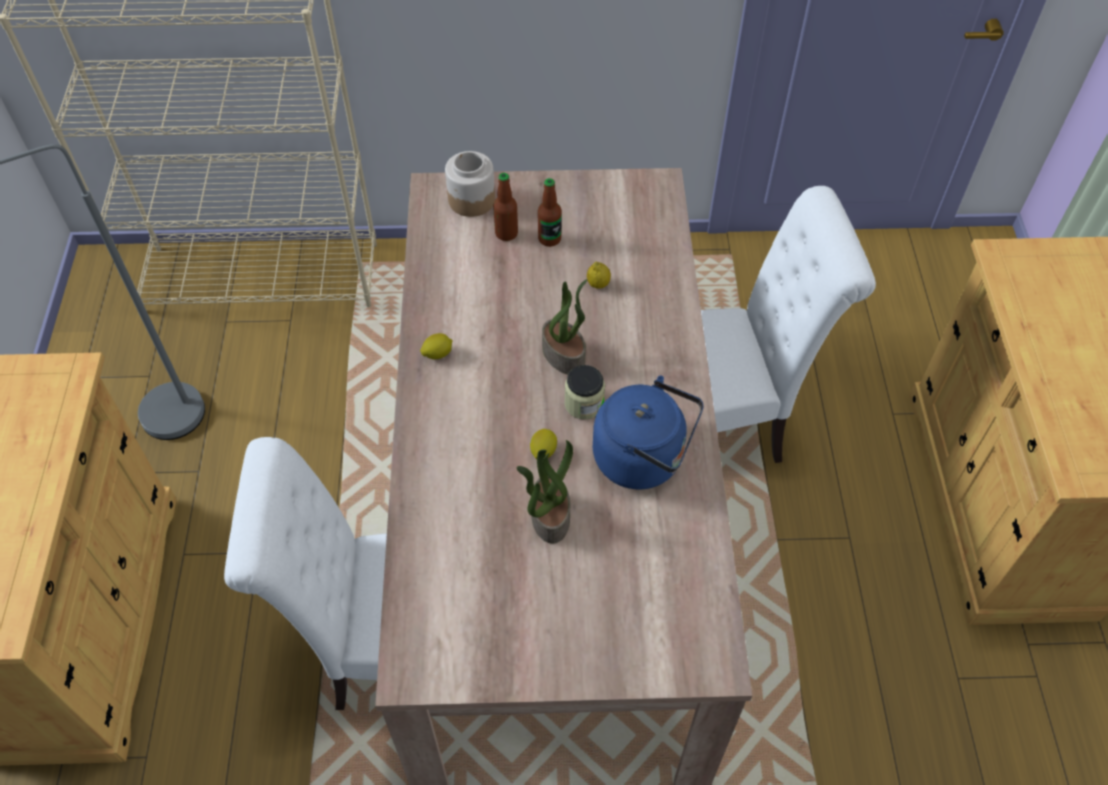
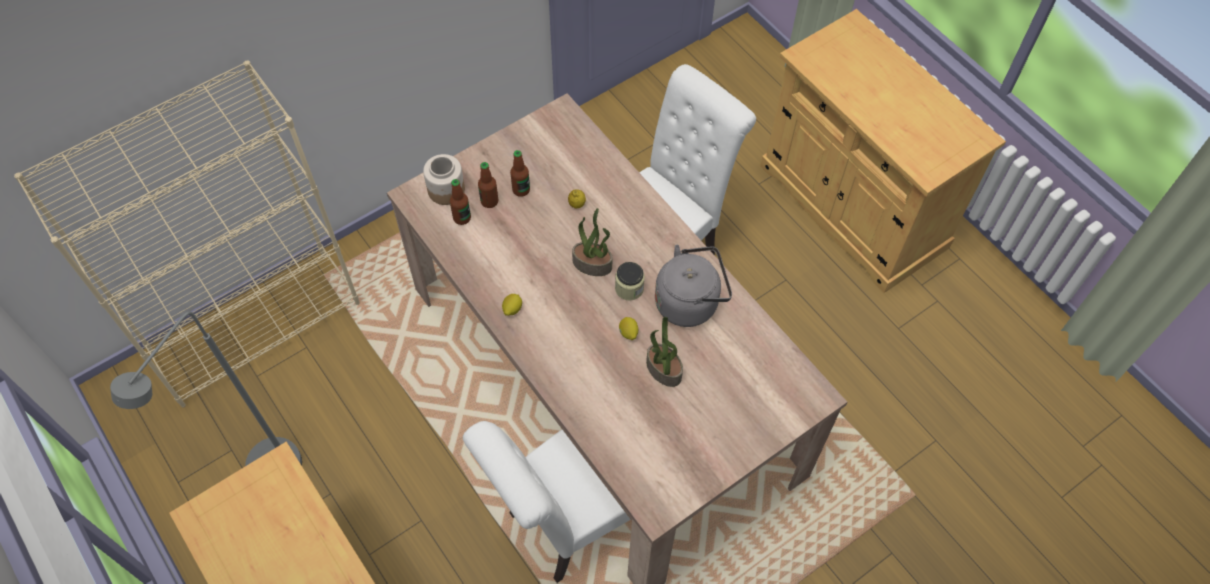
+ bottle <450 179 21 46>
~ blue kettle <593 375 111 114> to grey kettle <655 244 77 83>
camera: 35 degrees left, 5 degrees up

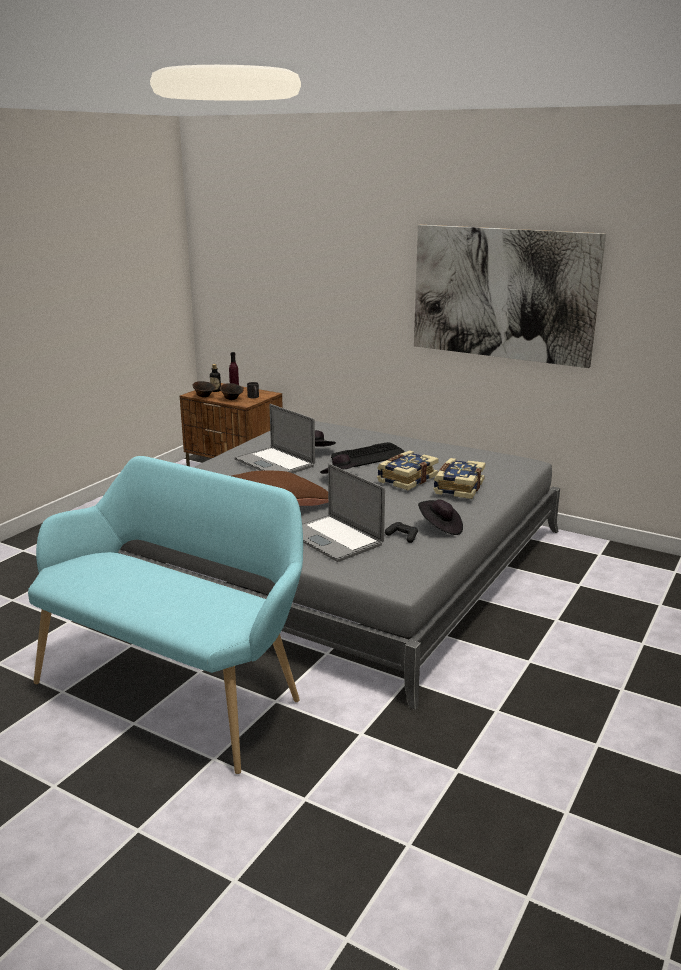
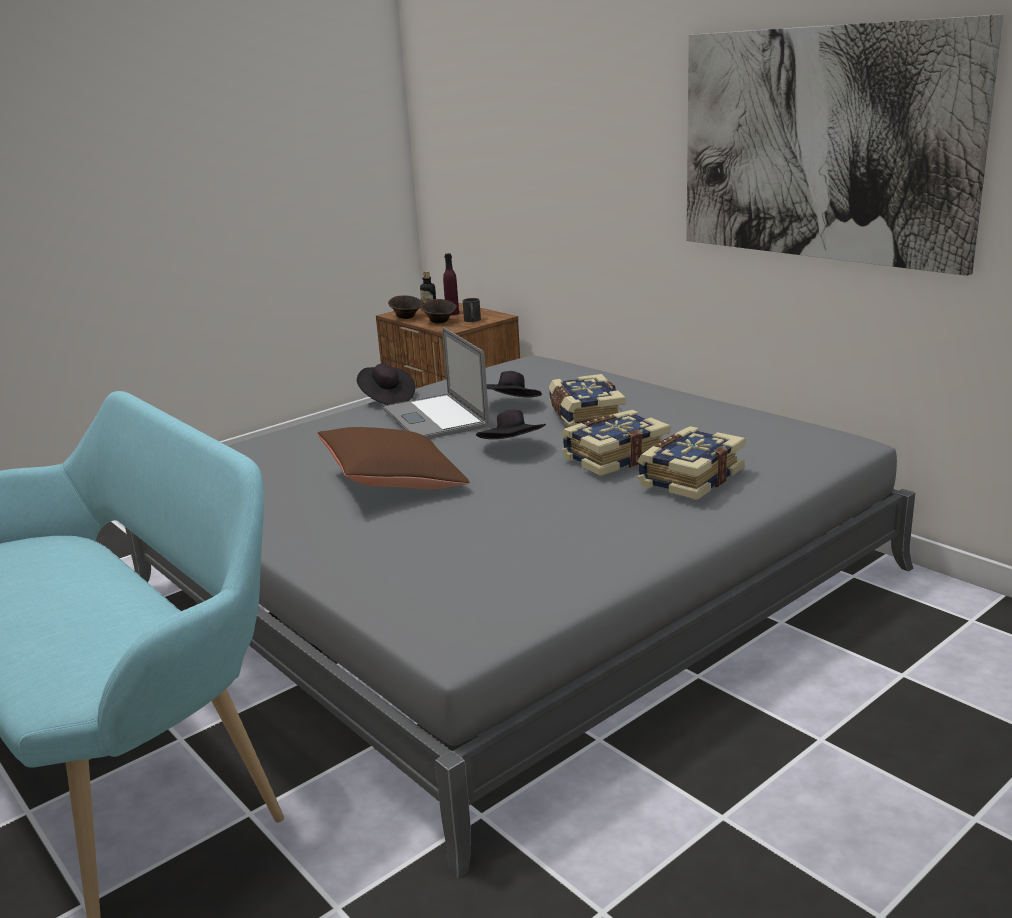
- laptop <302 464 83 98>
- black game controller <385 522 33 21>
~ black hat <418 499 45 36> to <357 363 58 42>
~ keyboard <331 442 74 25> to book <549 374 77 53>
camera: 20 degrees right, 0 degrees up

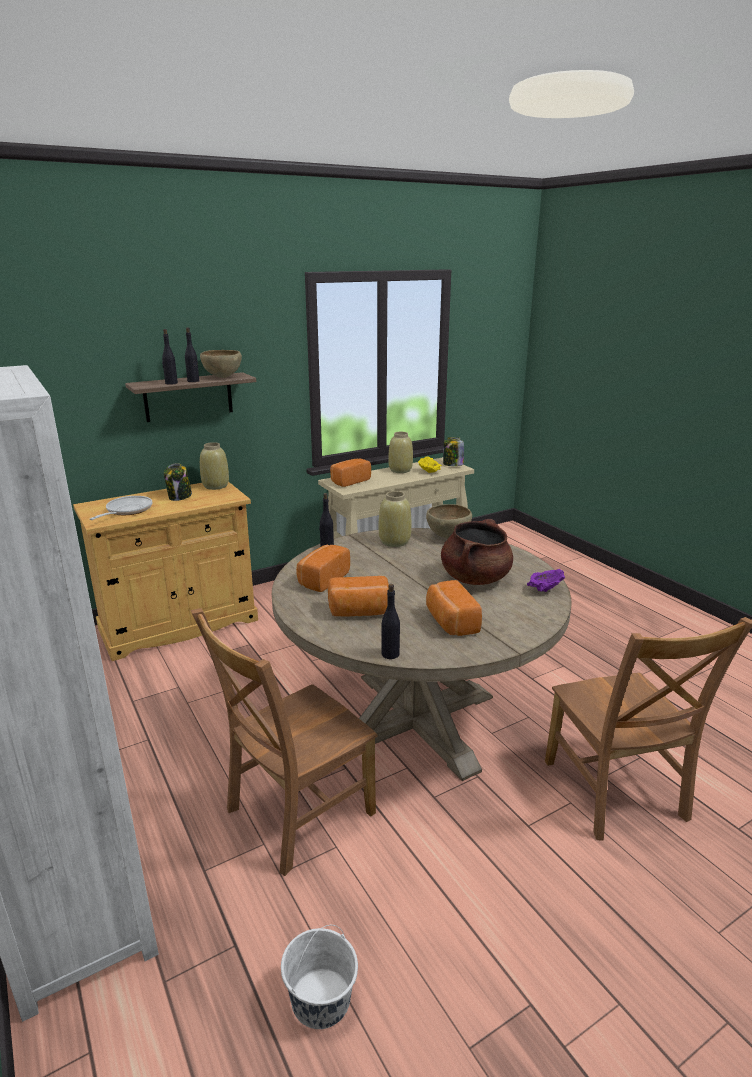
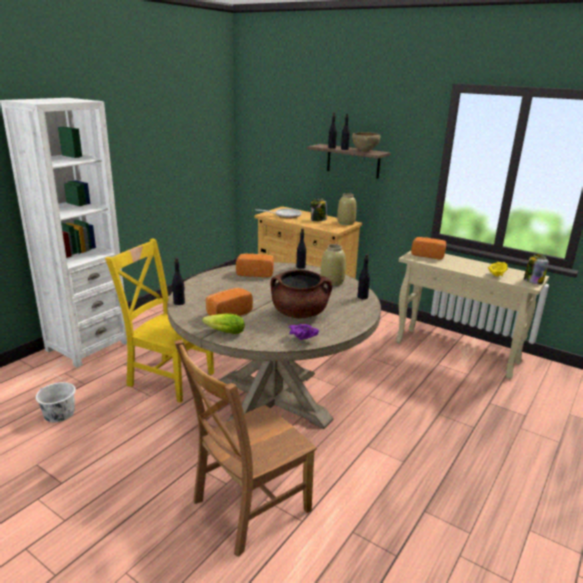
- bread <328 576 61 41>
- beige vase <388 432 25 41>
+ lettuce <202 314 43 20>
~ brown bowl <426 504 46 34> to black bottle <357 254 13 45>
~ brown chair <191 608 187 268> to yellow chair <105 238 109 165>
camera: 65 degrees right, 0 degrees up

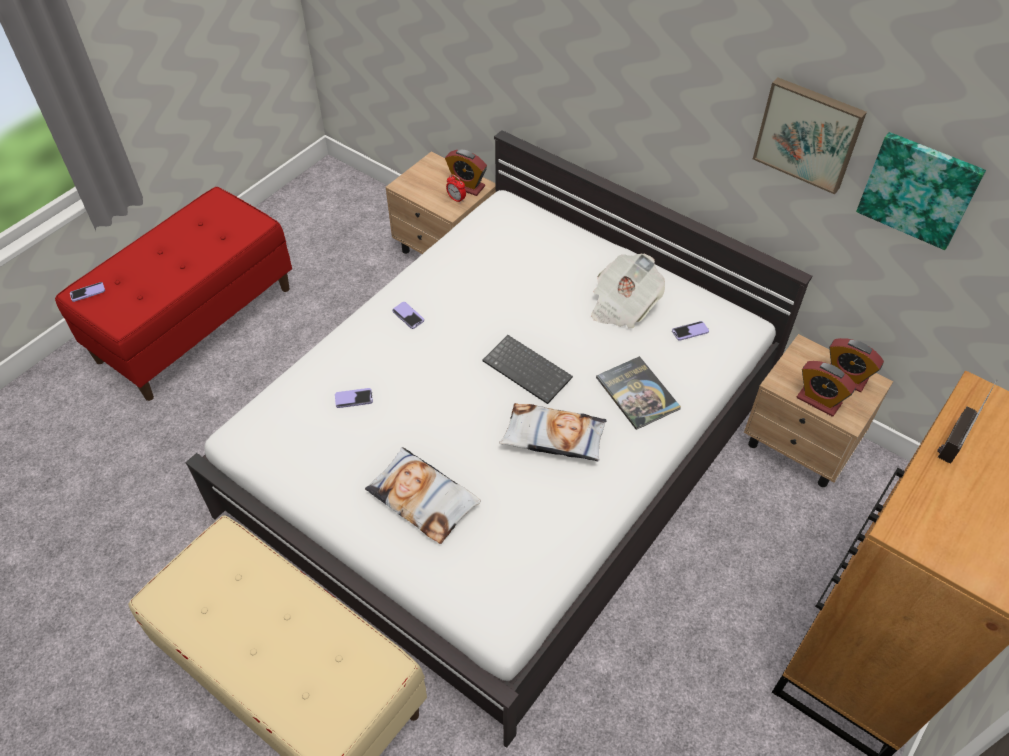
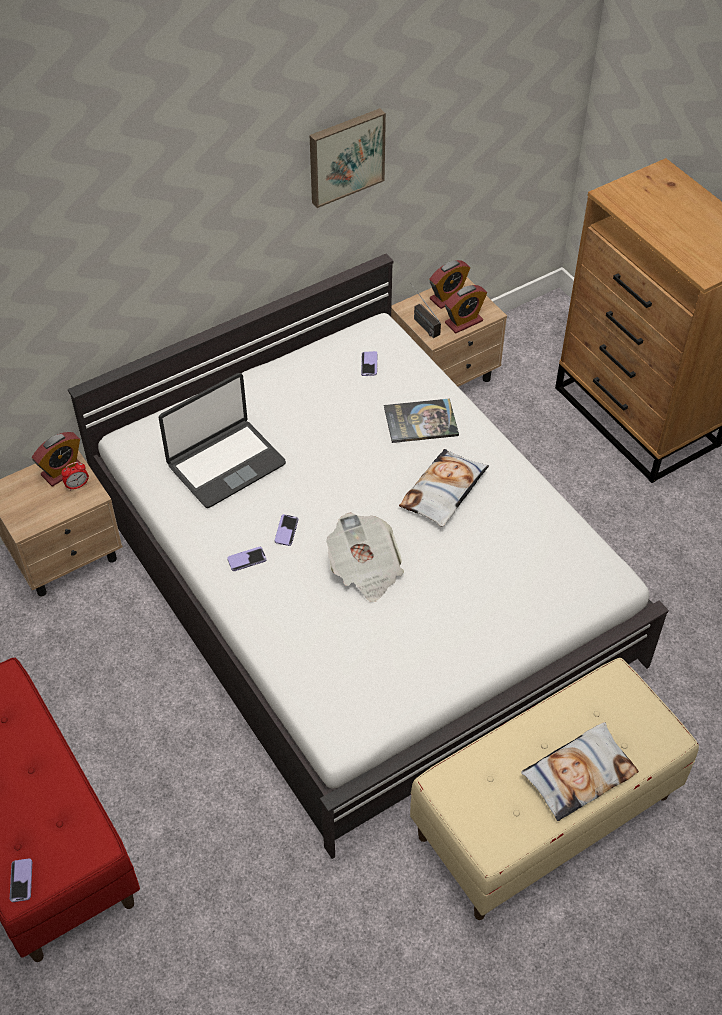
- keyboard <483 335 90 69>
- picture <856 132 130 118>
+ laptop <159 373 127 135>
~ phone <335 388 38 20> to <275 514 23 32>
~ pillow <365 447 116 97> to <521 722 118 99>
~ newspaper <591 254 74 74> to <326 512 78 90>
~ radio <937 379 60 84> to <410 283 31 55>
camera: 70 degrees left, 0 degrees up

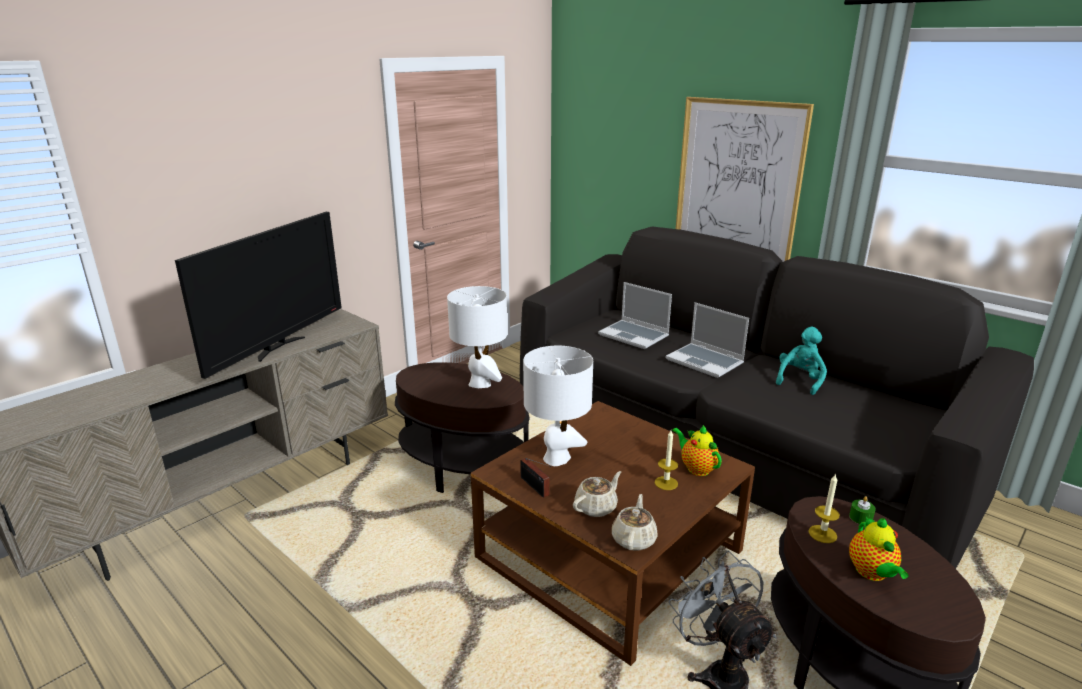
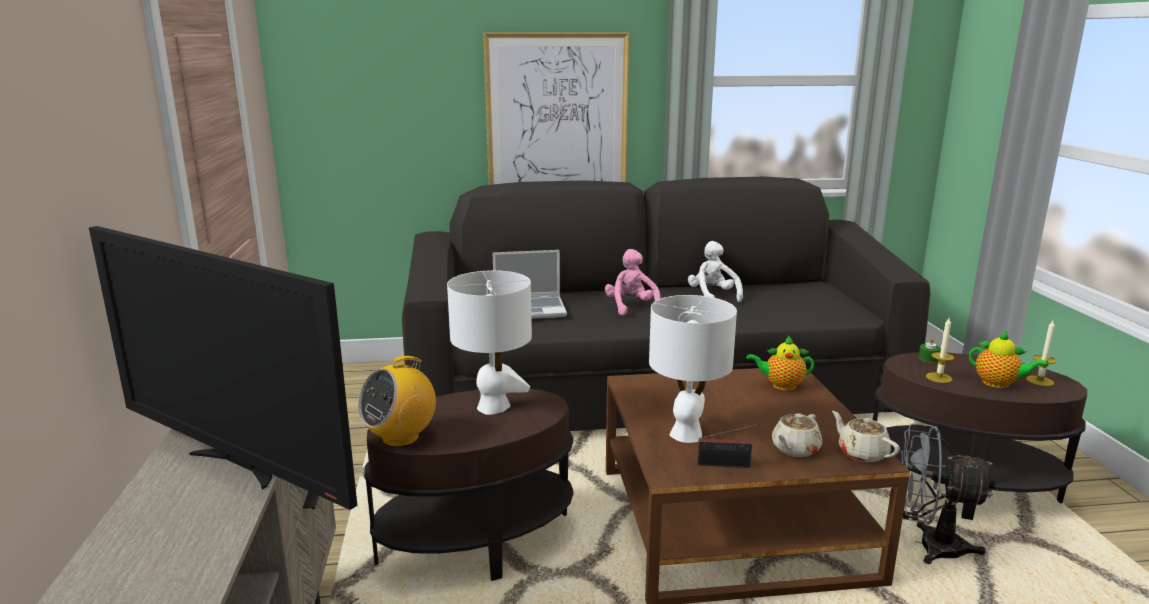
+ radio <358 356 78 91>
~ candle <655 430 23 60> to <1026 320 31 66>
~ laptop <666 302 83 76> to pink plush toy <605 249 56 67>
~ turquoise plush toy <776 327 51 68> to white plush toy <688 241 55 61>
~ television <175 212 167 167> = <89 226 268 284> 150 degrees clockwise
~ beige teapot <573 471 48 46> = <772 413 50 44> 135 degrees counterclockwise
camera: 50 degrees left, 5 degrees down

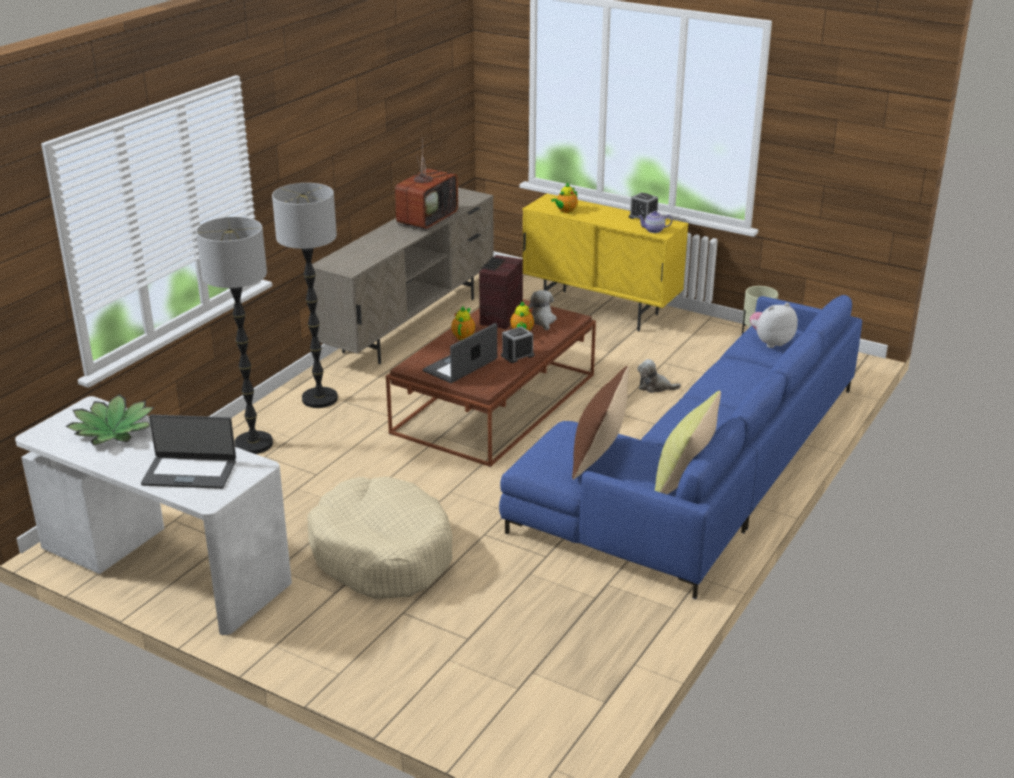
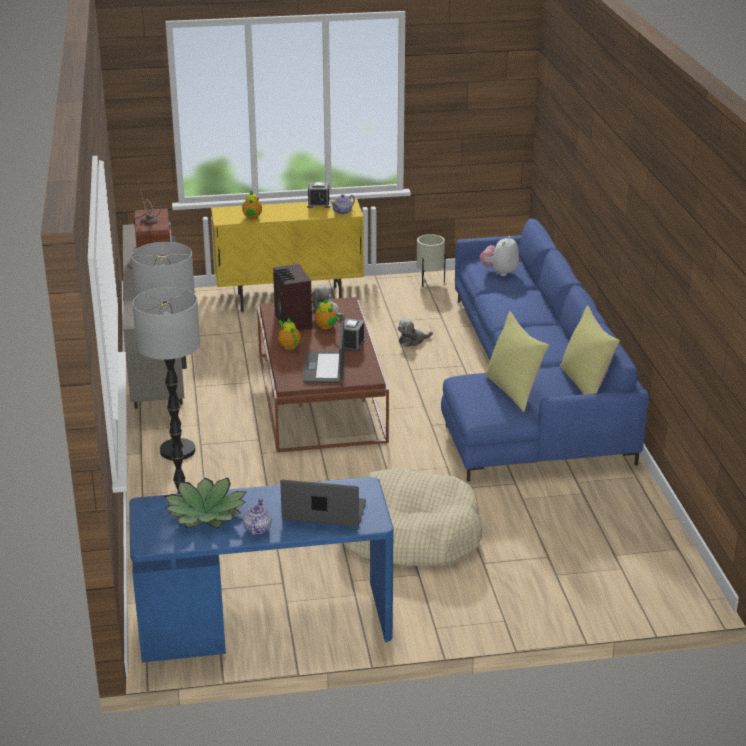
+ teapot <243 498 29 37>
~ white desk <15 396 277 239> to blue desk <129 477 265 185>
~ brown pillow <572 366 57 114> to yellow pillow <485 311 64 101>
~ laptop <141 415 95 74> = <280 480 86 47> 135 degrees counterclockwise
camera: 40 degrees left, 0 degrees up

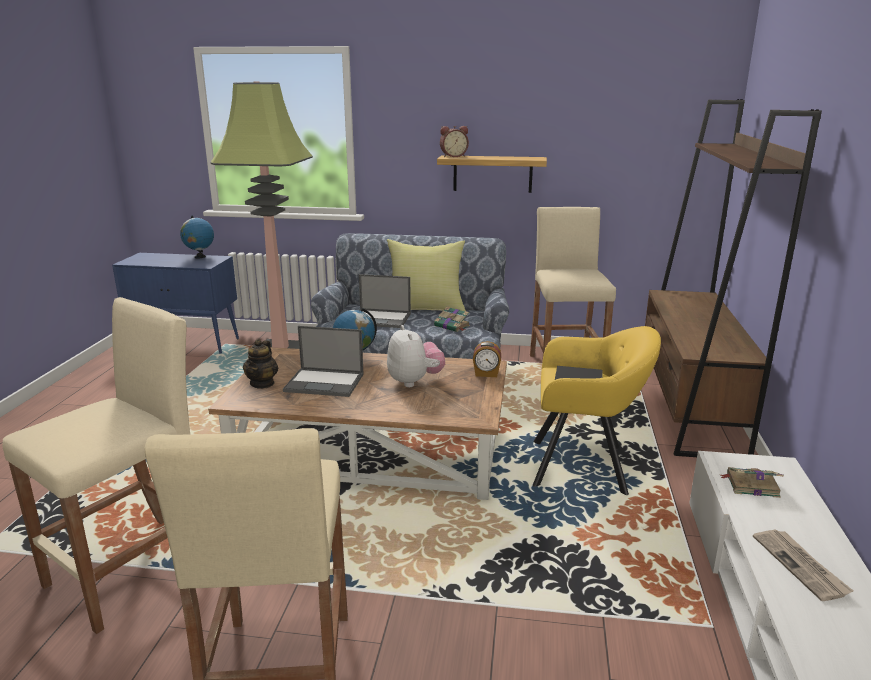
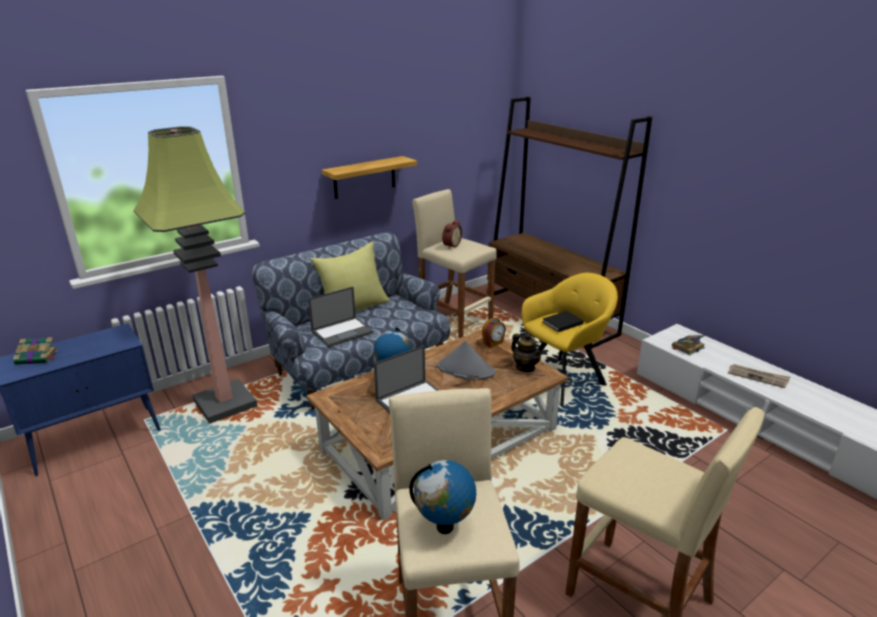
~ globe <180 216 34 43> to <409 460 67 74>
~ teapot <243 339 35 50> to <511 333 32 39>
~ book <434 307 36 25> to <13 337 45 28>
~ alarm clock <440 126 29 31> to <442 220 20 29>
~ plush toy <387 325 58 62> to grey hat <438 341 57 39>
camera: 45 degrees left, 5 degrees up

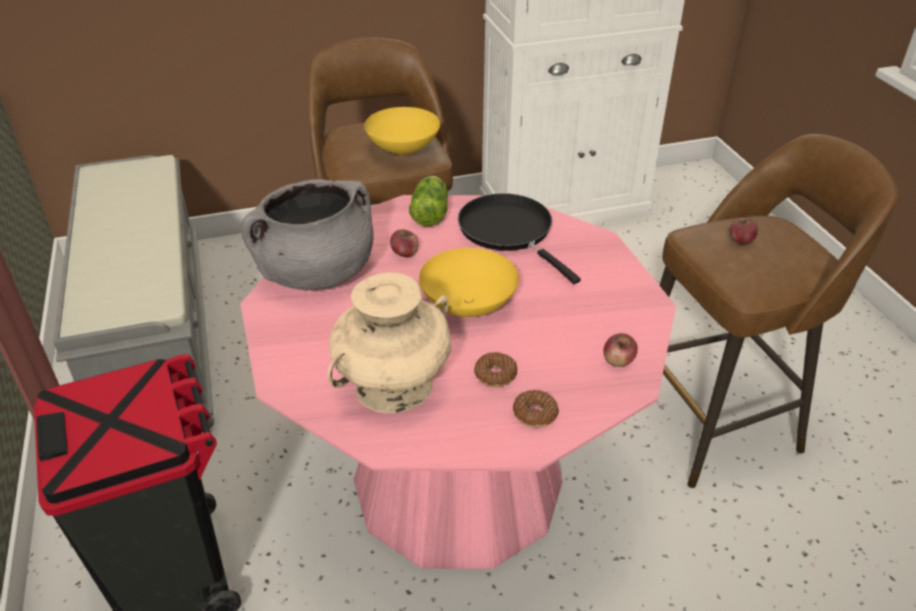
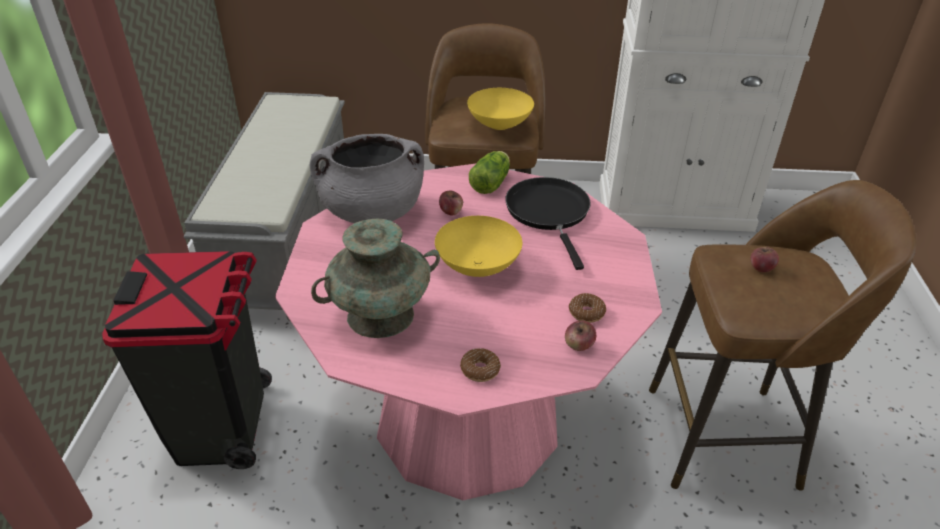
~ donut <474 352 43 35> to <569 293 37 30>
~ beige vase <327 272 124 141> to turquoise vase <311 219 129 119>
camera: 20 degrees right, 0 degrees up

